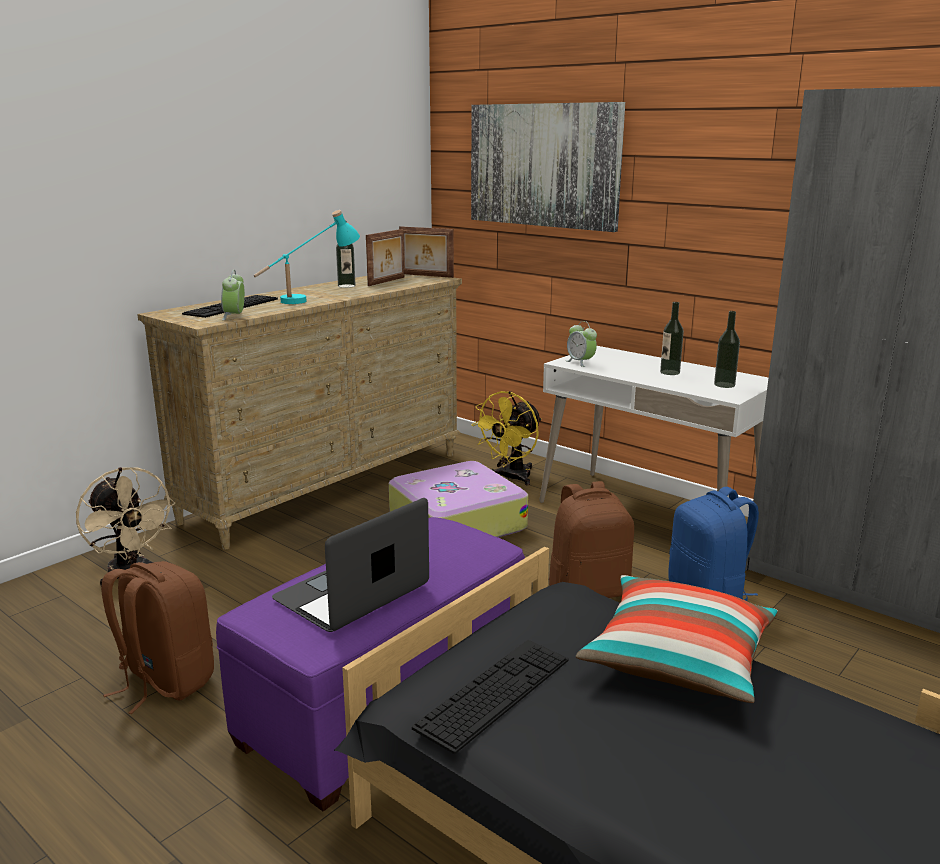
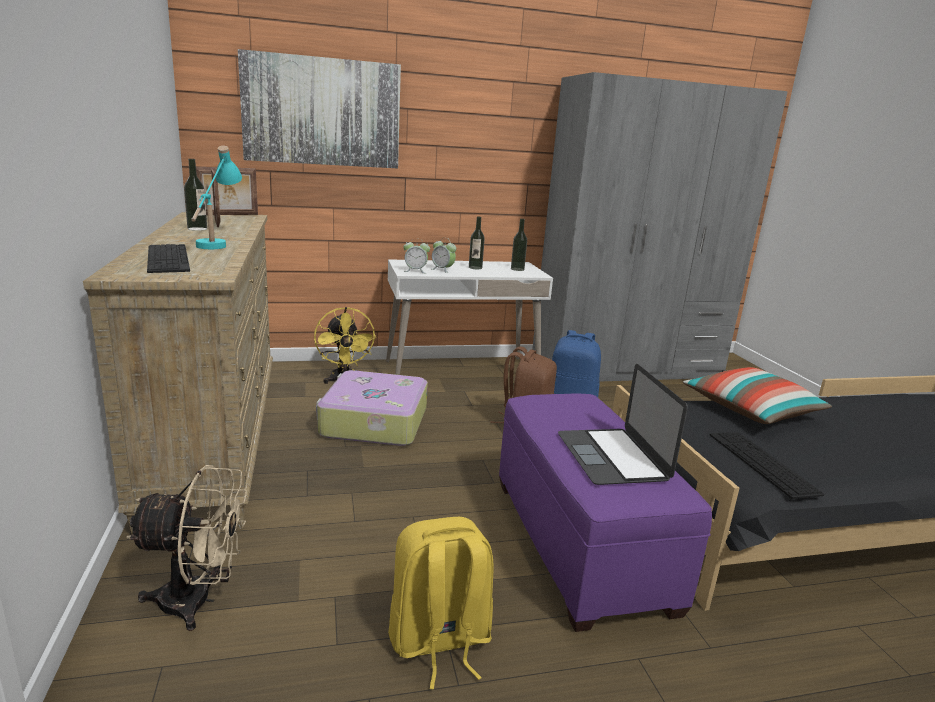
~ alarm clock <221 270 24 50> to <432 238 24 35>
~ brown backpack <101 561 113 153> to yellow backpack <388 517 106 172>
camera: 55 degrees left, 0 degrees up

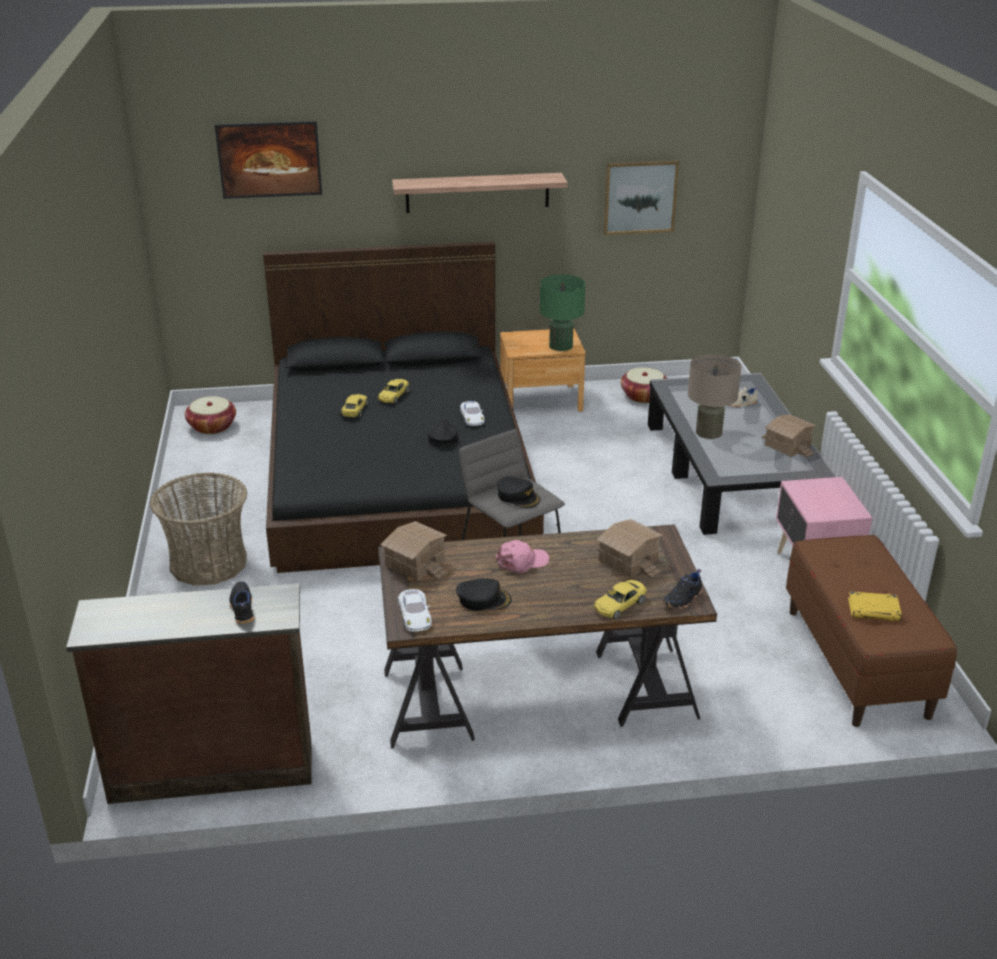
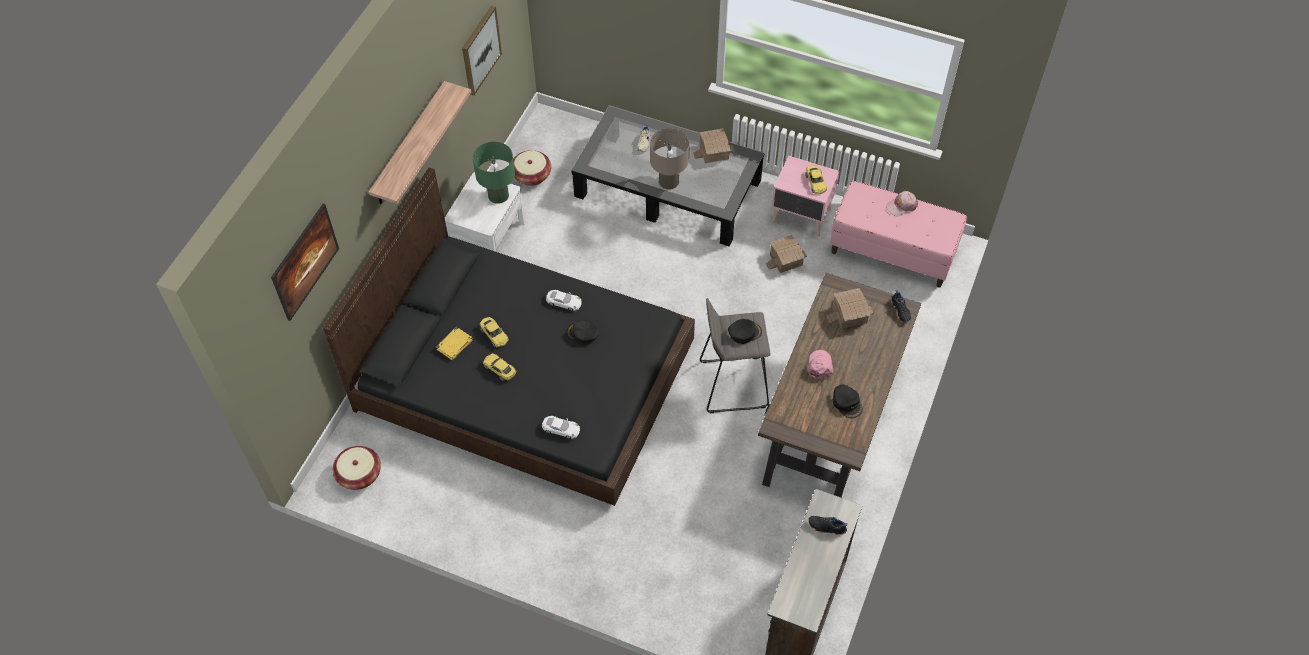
- basket <150 472 97 114>
+ pink cap <886 191 32 25>
~ toy house <380 521 67 60> to <766 235 41 38>
~ white toy car <398 589 34 42> to <542 416 38 23>
~ yellow toy car <594 580 53 39> to <805 165 22 29>
~ yellow book <848 591 54 30> to <436 327 37 33>
~ brown nightstand <500 328 85 84> to white nightstand <445 172 80 80>
~ brown bench <786 535 171 192> to pink bench <830 181 137 107>
~ black cap <456 578 56 33> = <833 385 30 33> 120 degrees clockwise
camera: 60 degrees left, 25 degrees up

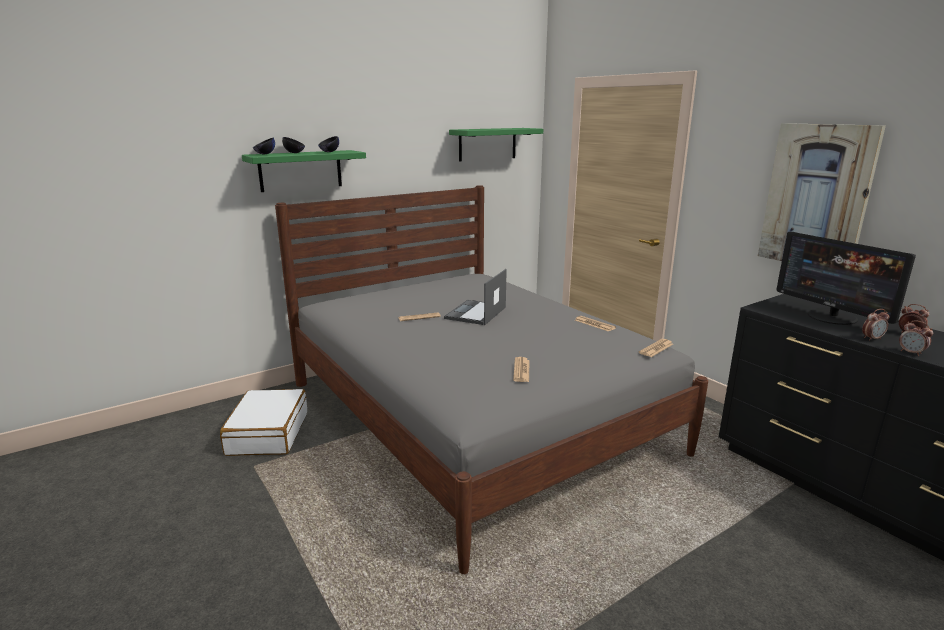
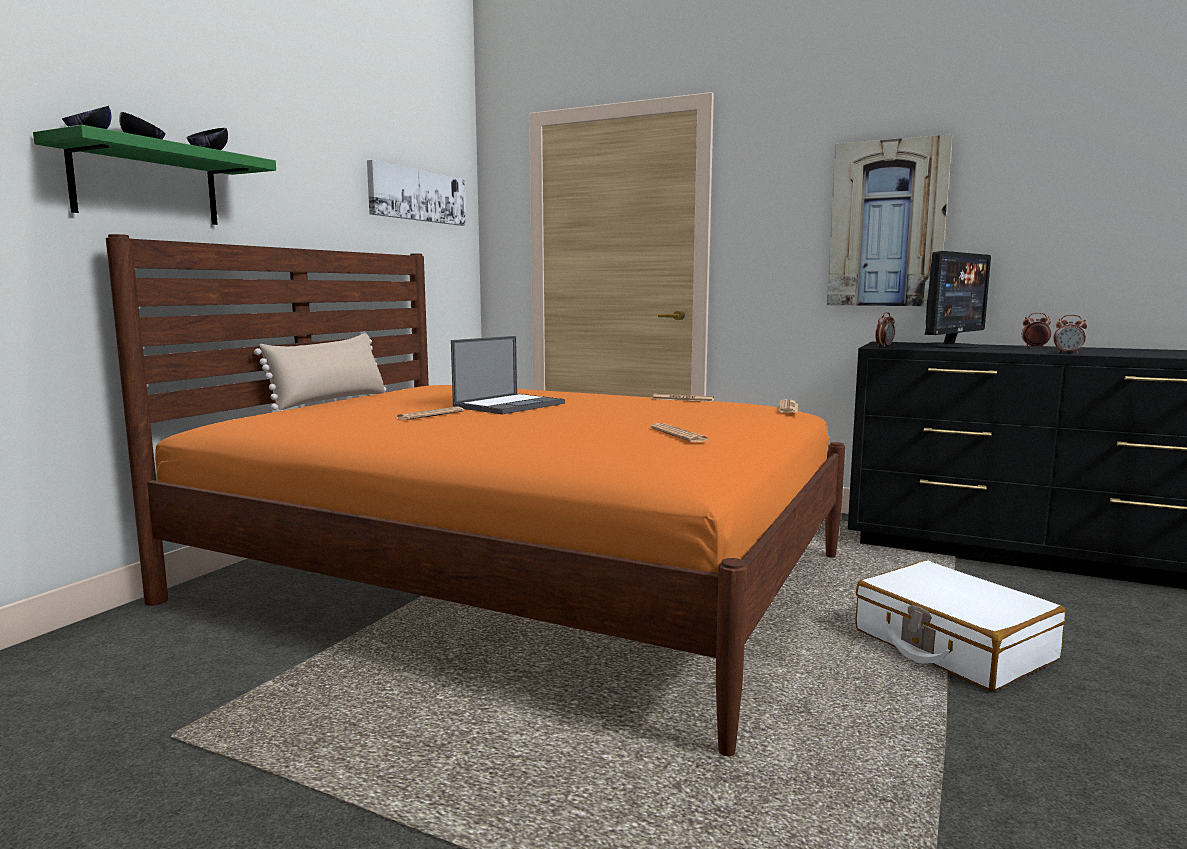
+ beige pillow <254 333 132 77>
~ white suitcase <220 389 87 67> to <855 560 211 132>
~ alarm clock <862 309 27 32> to <875 312 20 35>
~ green shelf <449 128 94 33> to picture <367 160 99 66>
~ grey bed <275 185 433 389> to orange bed <106 234 739 522>
~ laptop <444 269 63 56> = <451 336 114 79> 135 degrees counterclockwise
~ monitor <776 232 140 93> = <921 251 70 97> 75 degrees counterclockwise
camera: 30 degrees left, 10 degrees down

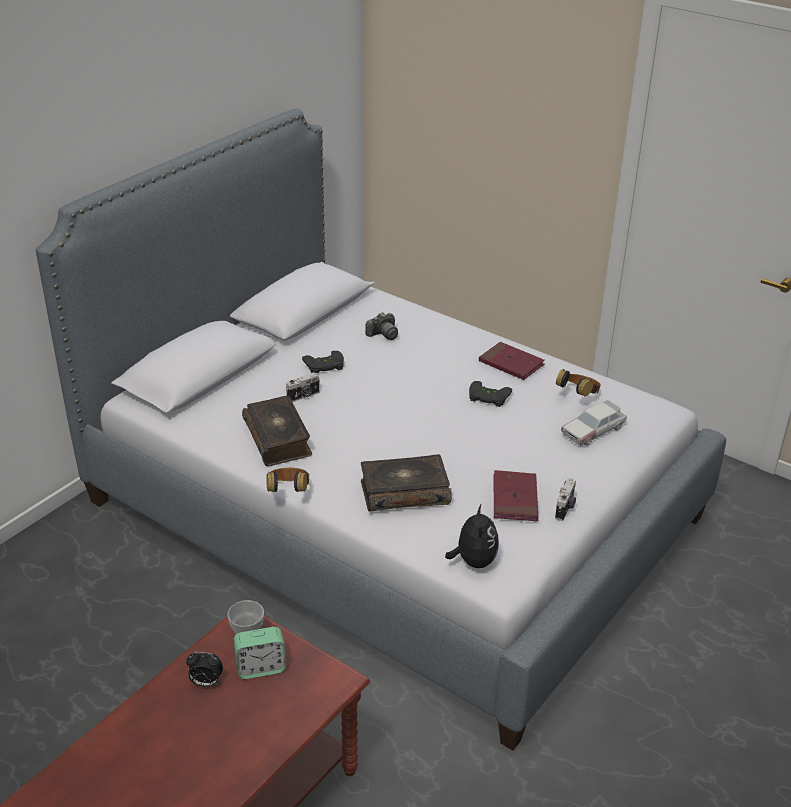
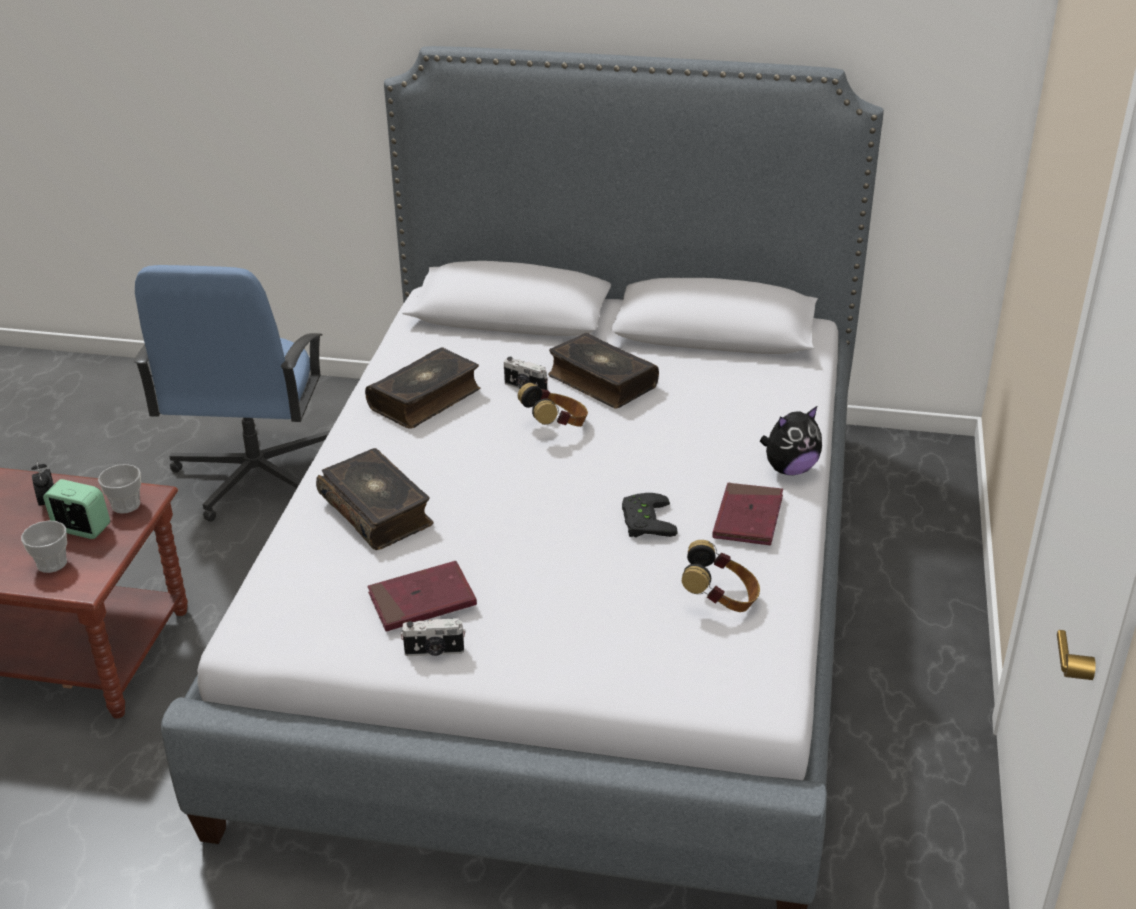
- photo camera <365 312 33 28>
- toy car <561 400 66 46>
+ cup <21 521 46 52>
+ blue office chair <134 265 196 257>
~ headphones <266 467 43 25> to <518 383 70 44>
~ plush toy <445 504 54 64> to <760 406 62 69>
~ black game controller <302 351 42 22> to book <548 333 111 76>
~ alarm clock <234 627 52 52> = <43 479 67 60> 150 degrees clockwise
camera: 65 degrees right, 0 degrees up

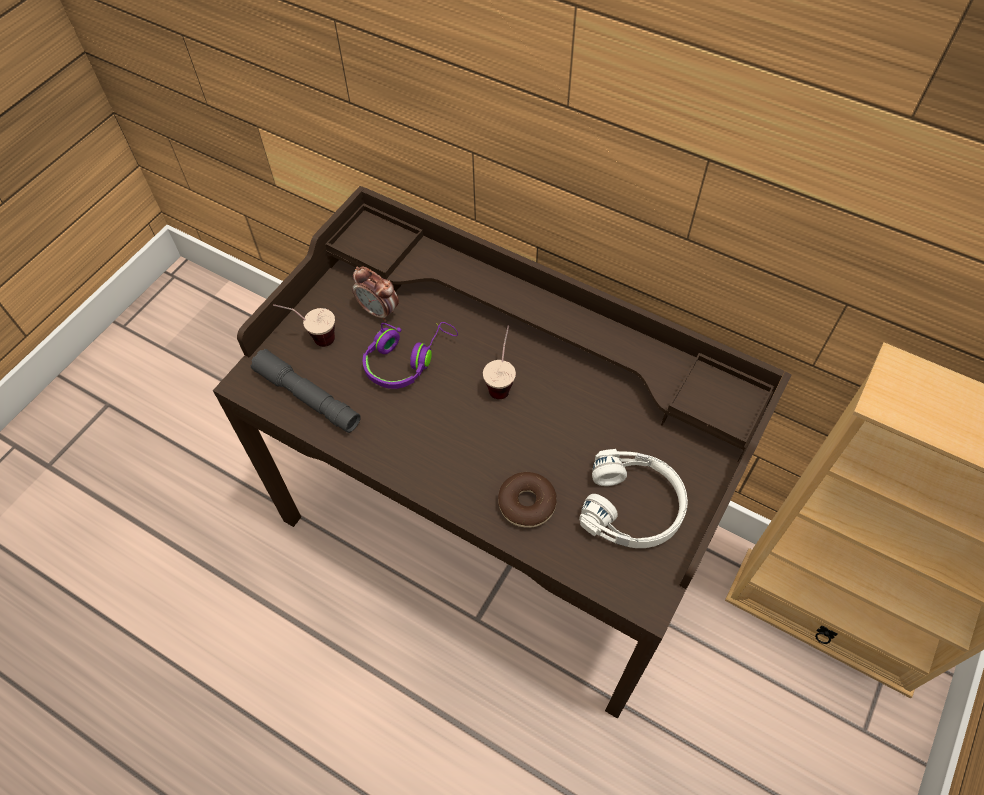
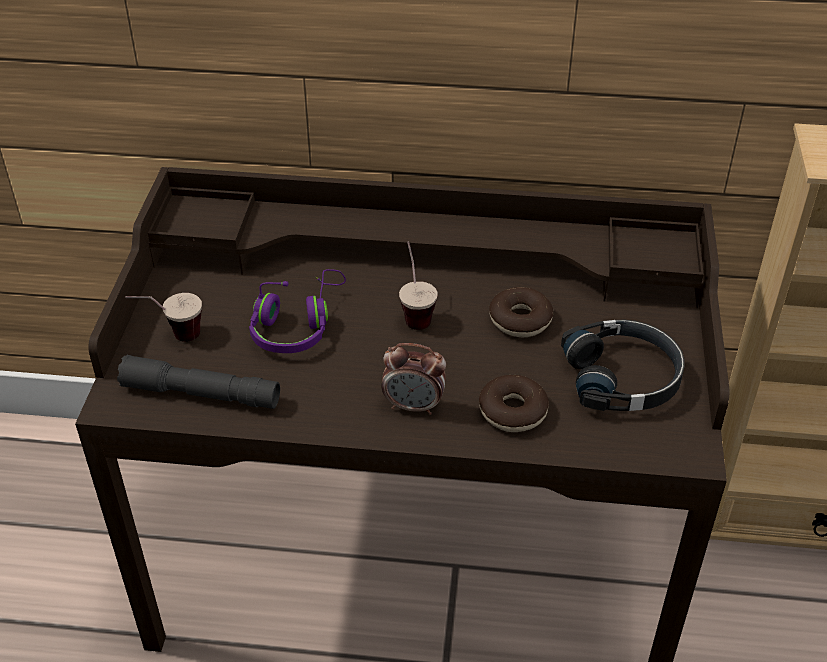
+ donut <489 287 64 50>
~ alarm clock <352 266 47 56> to <381 343 65 72>
~ white headphones <579 449 109 99> to black headphones <561 320 124 91>
camera: 25 degrees left, 15 degrees down

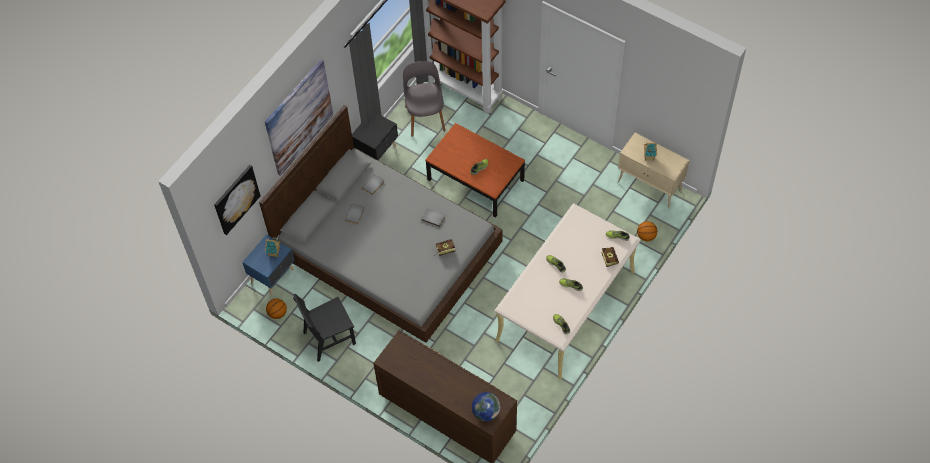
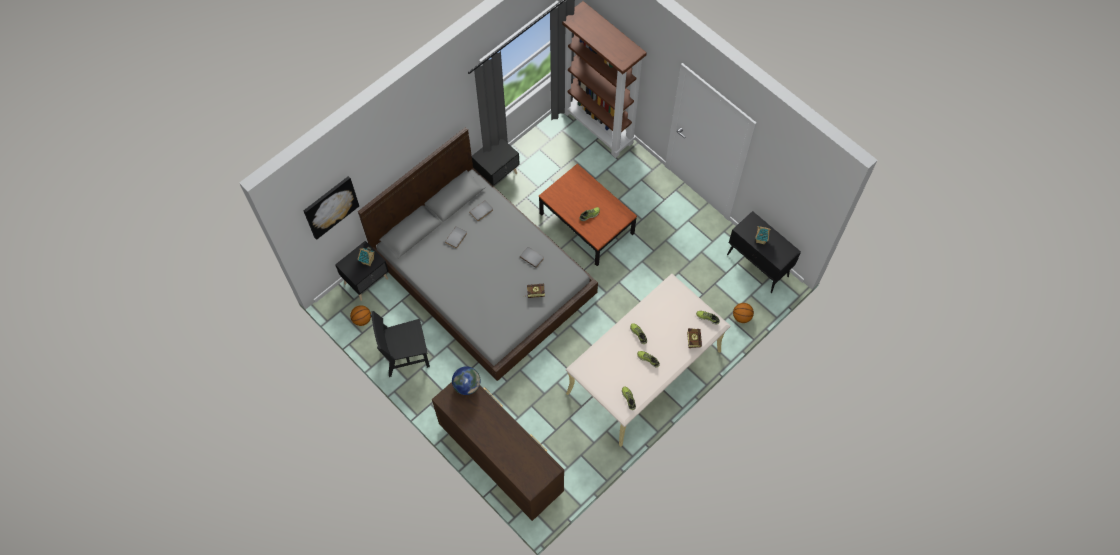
- picture <265 59 68 117>
- grey chair <403 61 43 76>
~ globe <472 392 29 29> to <452 366 28 29>
~ blue nightstand <242 234 52 62> to black nightstand <335 241 54 60>
~ beige cabinet <618 133 72 76> to black cabinet <727 211 74 82>
camera: 10 degrees right, 5 degrees up

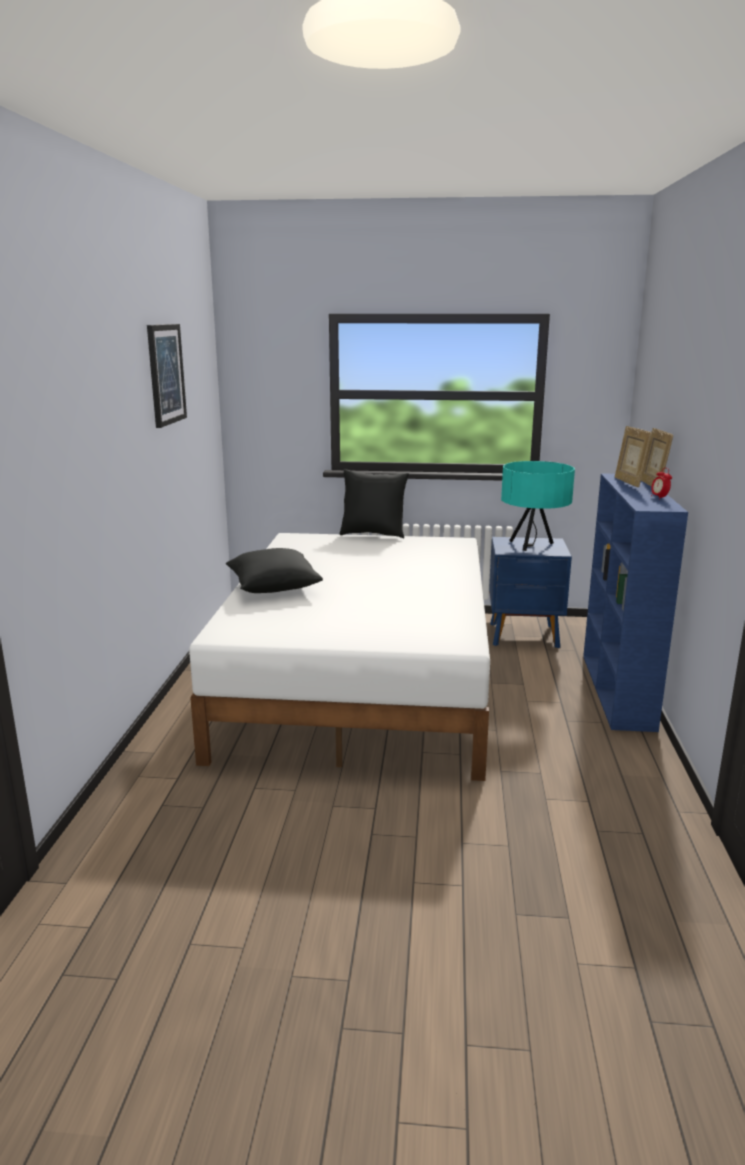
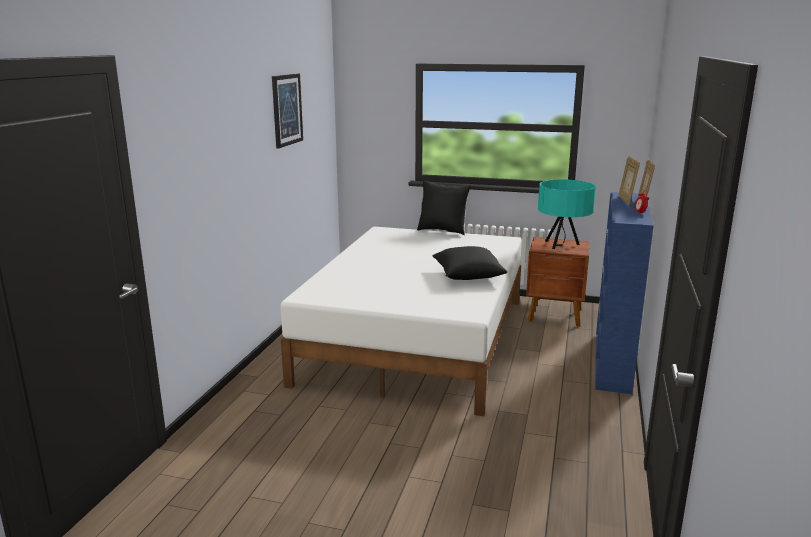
~ black pillow <226 548 97 45> to <432 246 75 34>
~ blue nightstand <489 537 83 111> to brown nightstand <526 237 64 90>
camera: 10 degrees right, 0 degrees up

